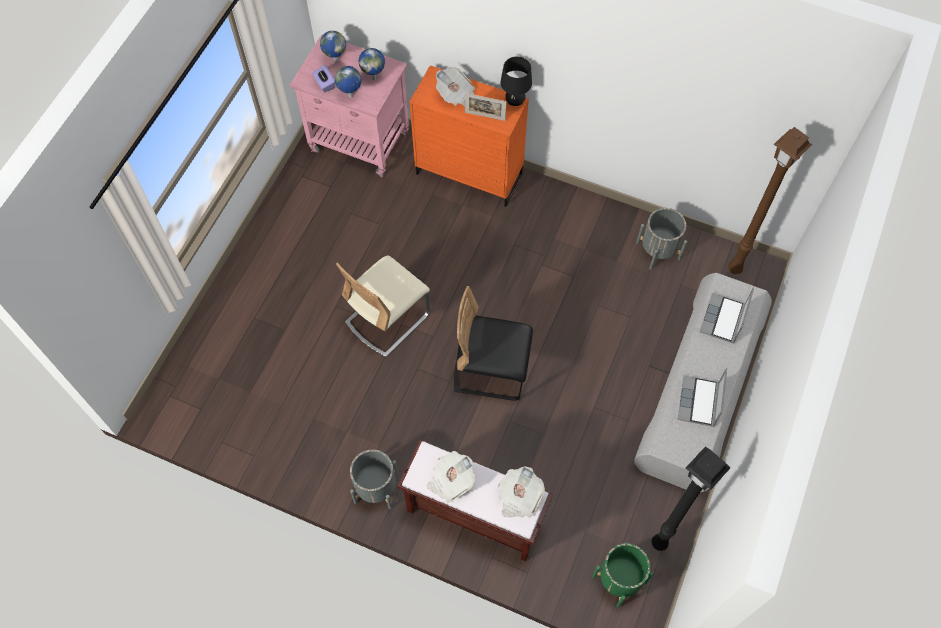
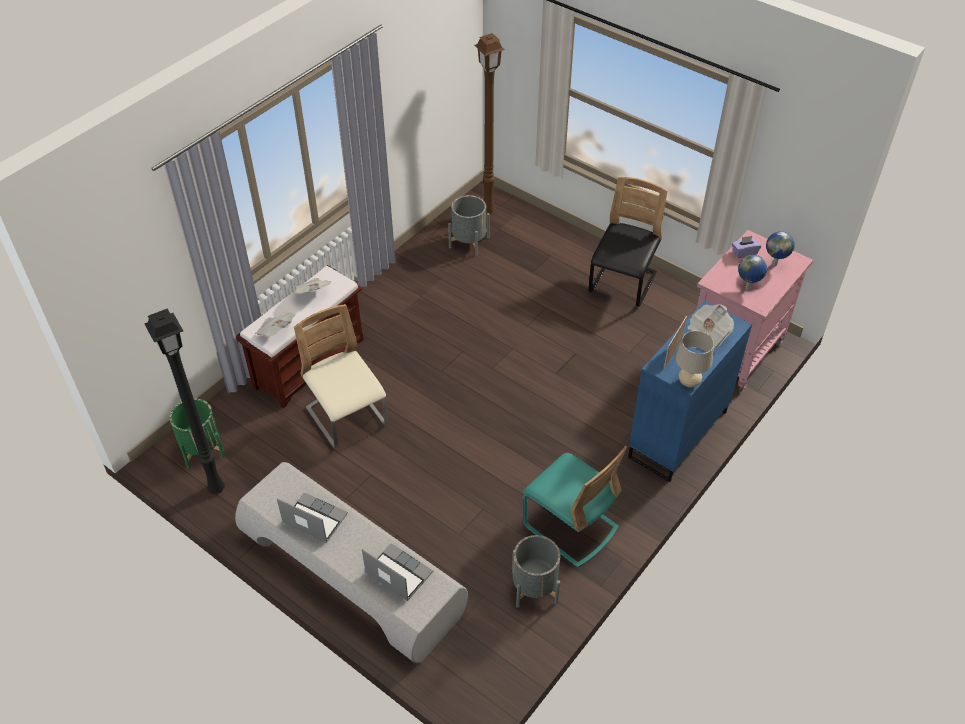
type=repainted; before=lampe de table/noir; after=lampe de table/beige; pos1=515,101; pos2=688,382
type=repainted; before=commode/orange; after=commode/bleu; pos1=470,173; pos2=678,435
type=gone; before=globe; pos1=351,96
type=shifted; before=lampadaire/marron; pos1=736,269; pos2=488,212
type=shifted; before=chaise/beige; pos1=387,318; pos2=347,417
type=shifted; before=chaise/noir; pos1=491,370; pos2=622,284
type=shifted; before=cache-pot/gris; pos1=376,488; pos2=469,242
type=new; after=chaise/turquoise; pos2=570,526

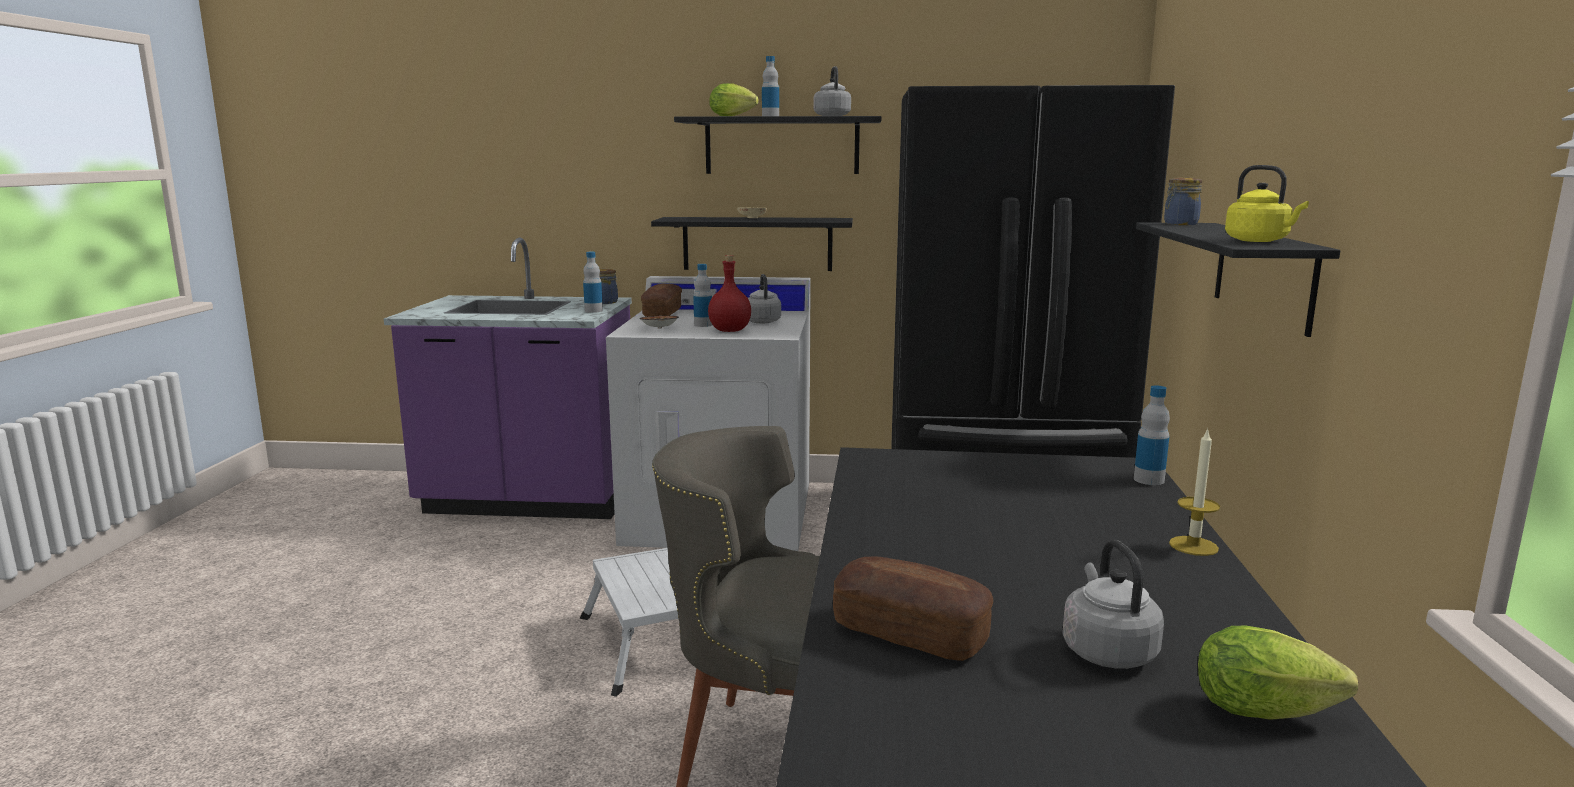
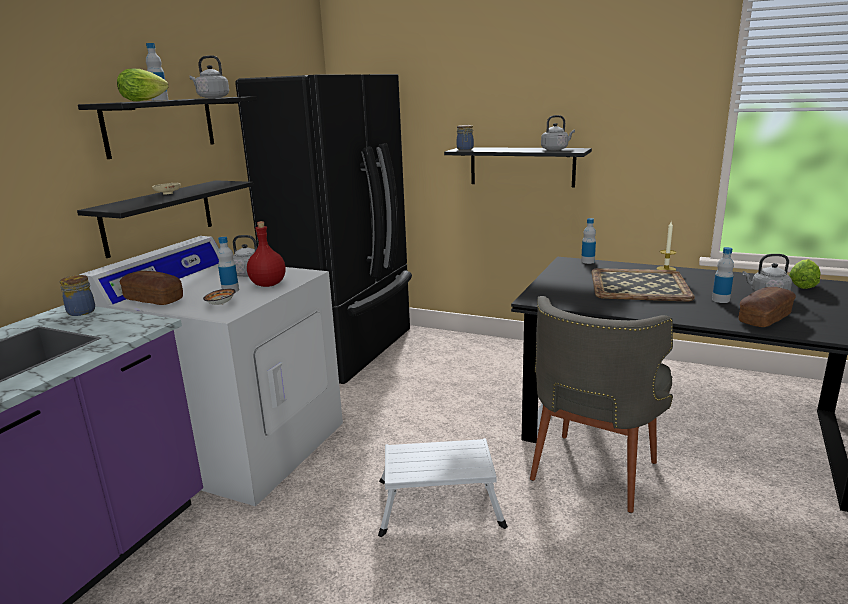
type=repainted; before=bouilloire/jaune; after=bouilloire/gris; pos1=1259,241; pos2=555,149
type=shifted; before=bouteille; pos1=593,311; pos2=720,300
type=new; after=plateau; pos2=638,285

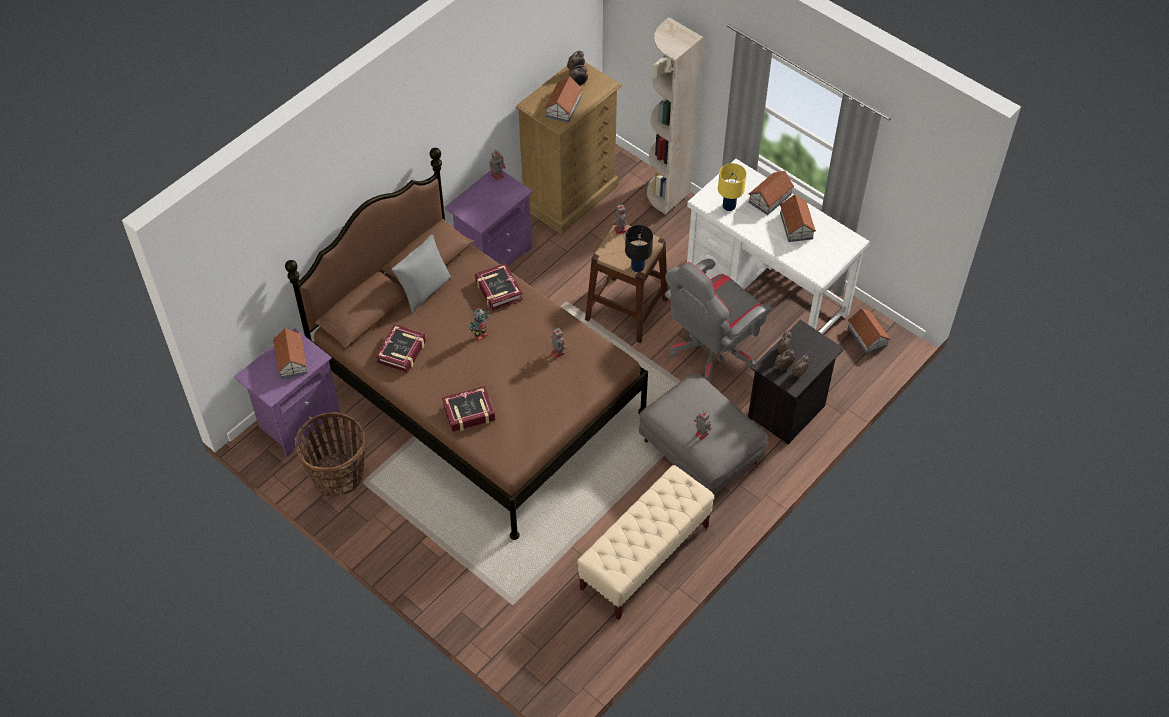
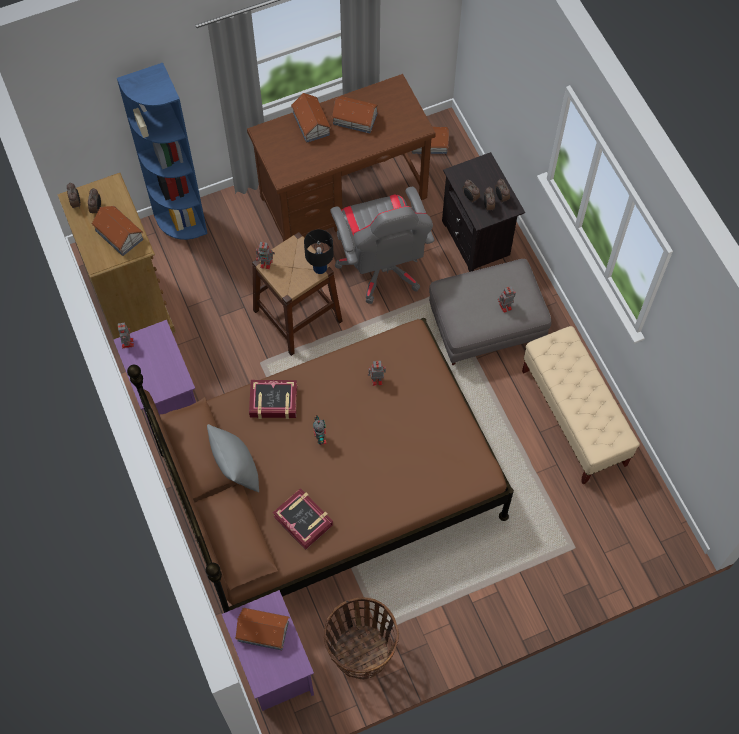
type=repainted; before=bibliothèque/beige; after=bibliothèque/bleu; pos1=664,197; pos2=182,226
type=repainted; before=bureau/blanc; after=bureau/marron; pos1=767,294; pos2=343,196
type=gone; before=lampe de table/jaune; pos1=728,207
type=gone; before=livre; pos1=469,412

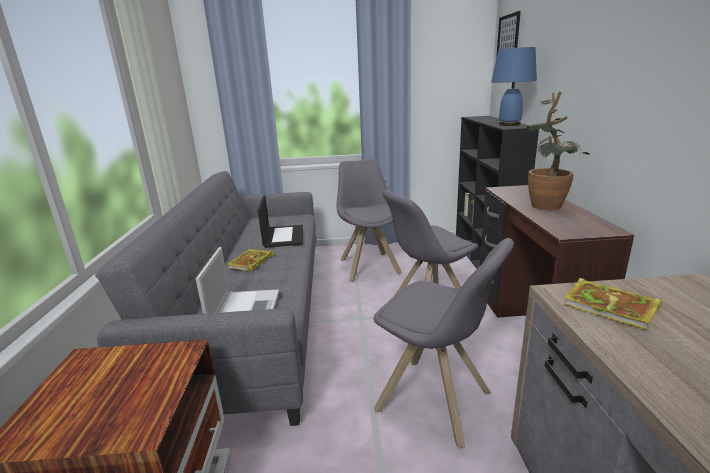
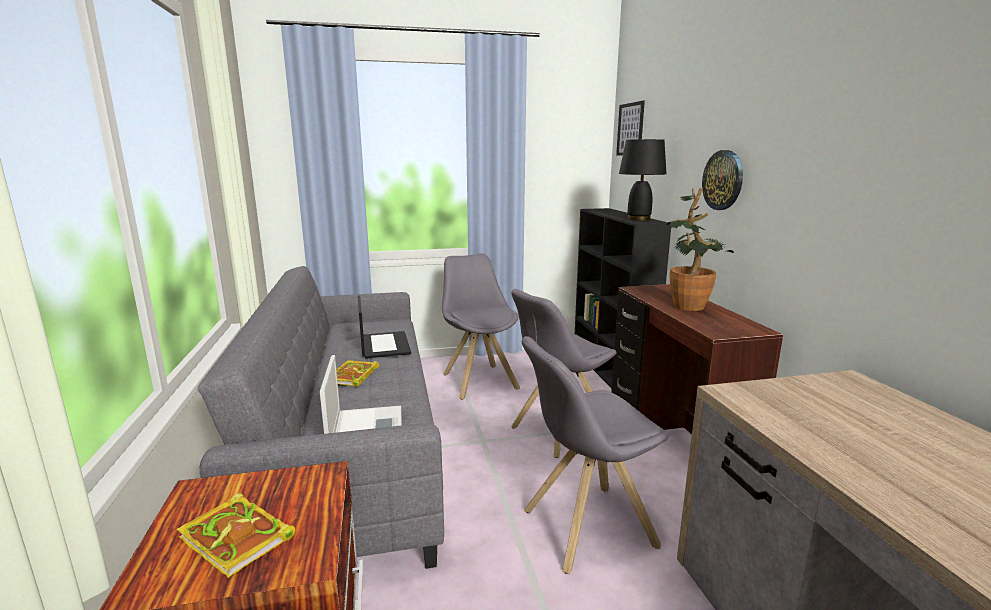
type=repainted; before=lampe de table/bleu; after=lampe de table/noir; pos1=509,124; pos2=639,219
type=rotated; before=chaise/gris; pos1=434,400; pos2=587,527; turn=135
type=shifted; before=livre; pos1=612,307; pos2=239,538
type=new; after=horloge murale; pos2=723,180

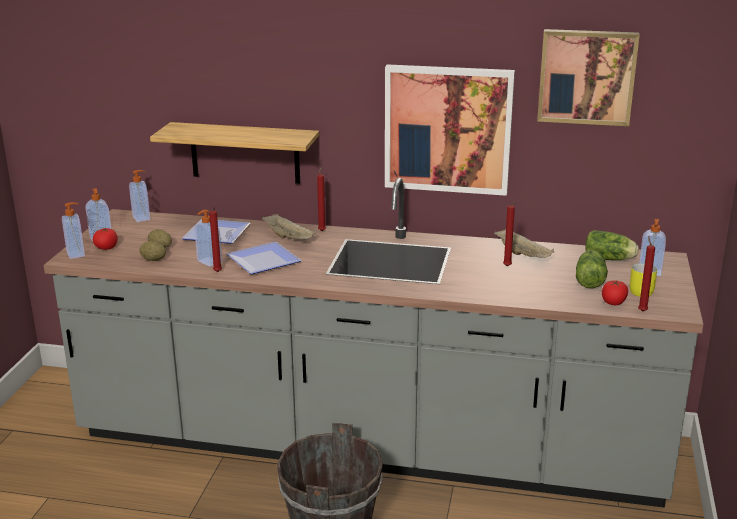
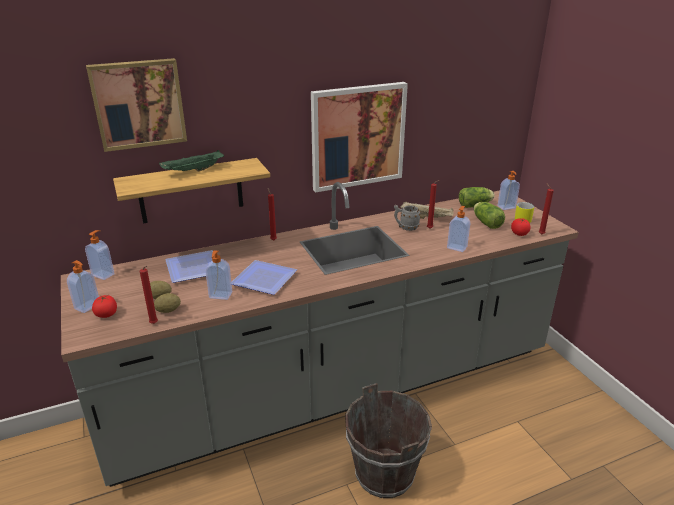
type=shifted; before=tableau; pos1=586,76; pos2=138,104
type=shifted; before=distributeur de savon; pos1=76,254; pos2=457,247
type=shifted; before=bougie/rouge; pos1=218,272; pos2=155,324
type=gone; before=plateau/beige; pos1=289,238
type=new; after=plateau/vert; pos2=193,171
type=new; after=mug/gris; pos2=405,227

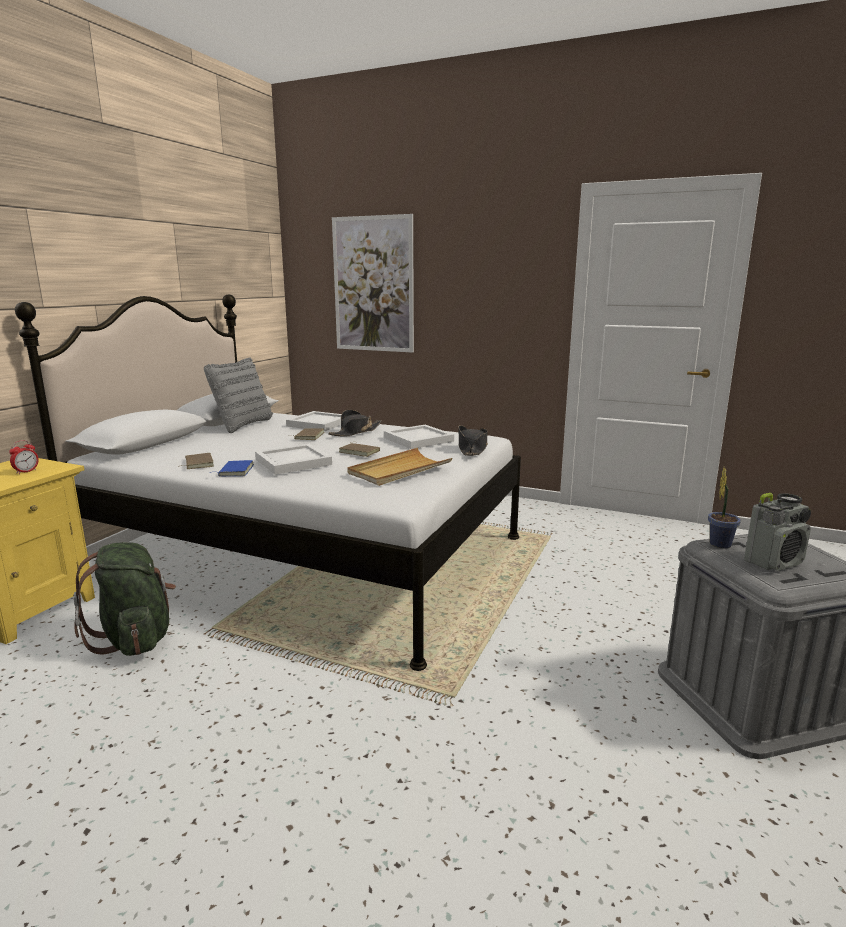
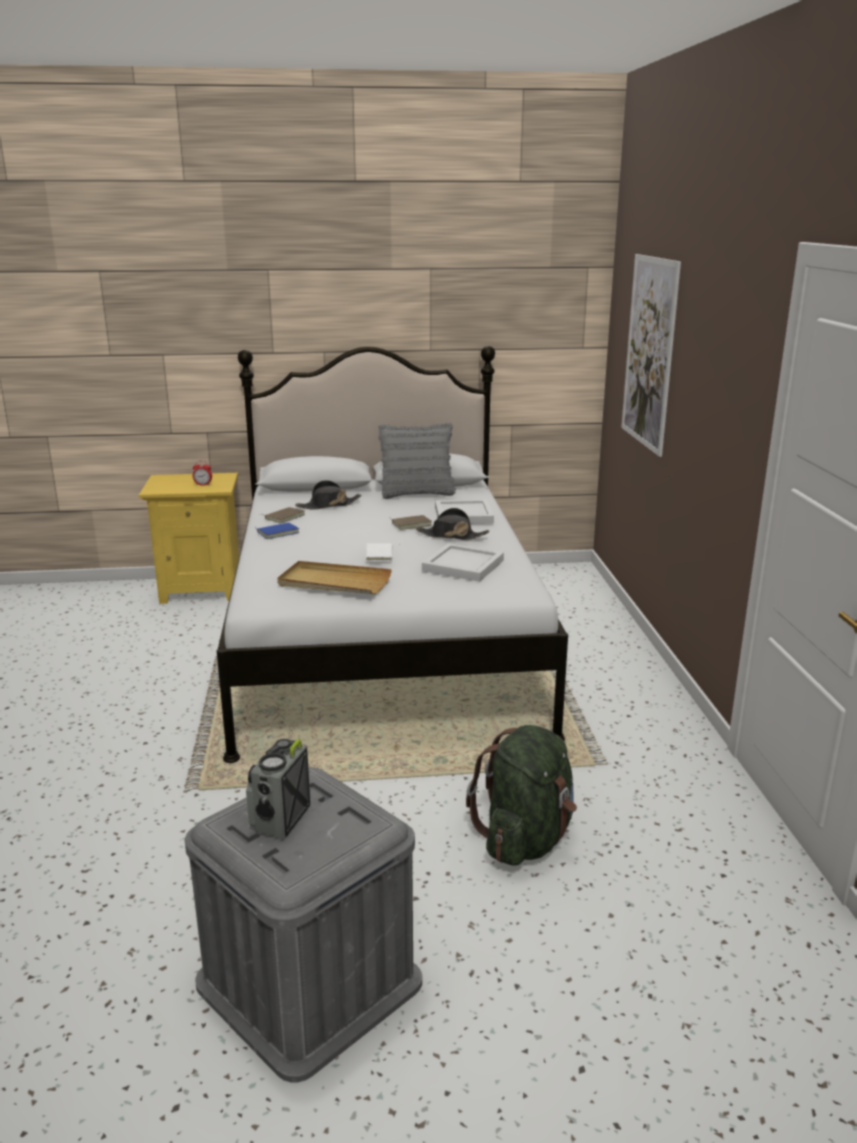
type=shifted; before=chapeau/noir; pos1=472,449; pos2=328,505
type=repainted; before=livre/marron; after=livre/blanc; pos1=360,451; pos2=380,555
type=gone; before=plateau/blanc; pos1=294,462
type=gone; before=plante en pot; pos1=720,543
type=rotated; before=radio; pos1=774,562; pos2=280,819; turn=75
type=shifted; before=sac à dos/vert; pos1=135,638; pos2=525,839

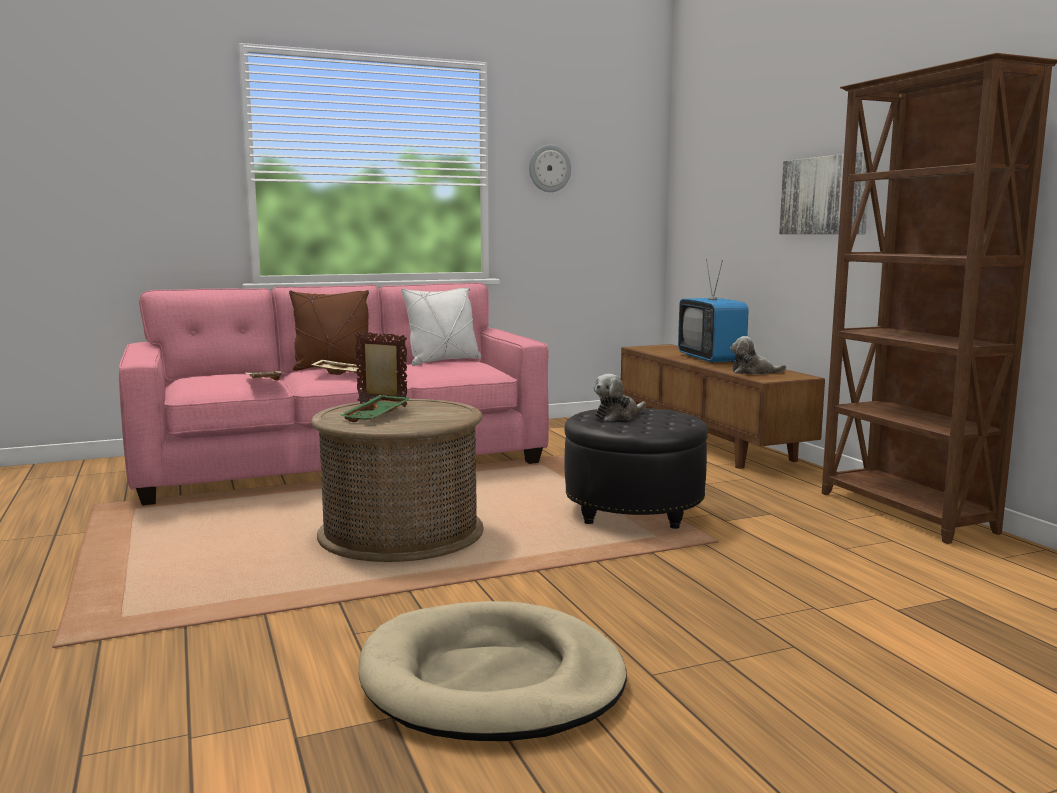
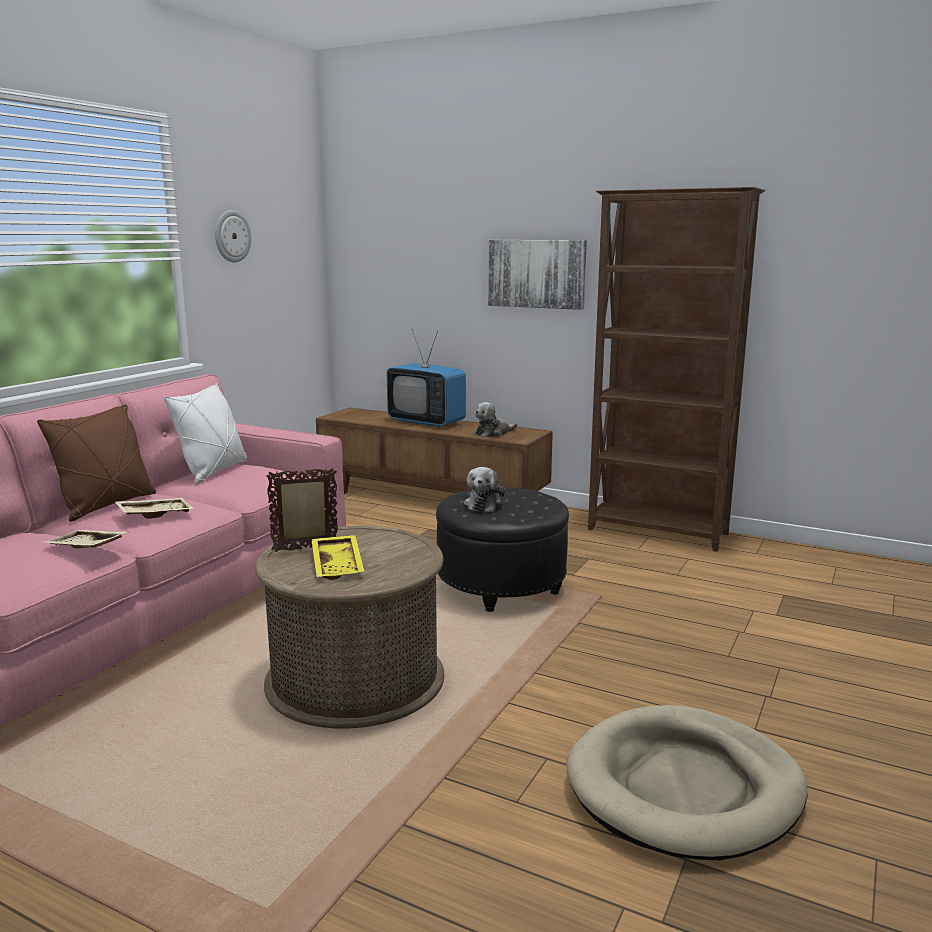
type=repainted; before=plateau/vert; after=plateau/jaune; pos1=377,417; pos2=339,565

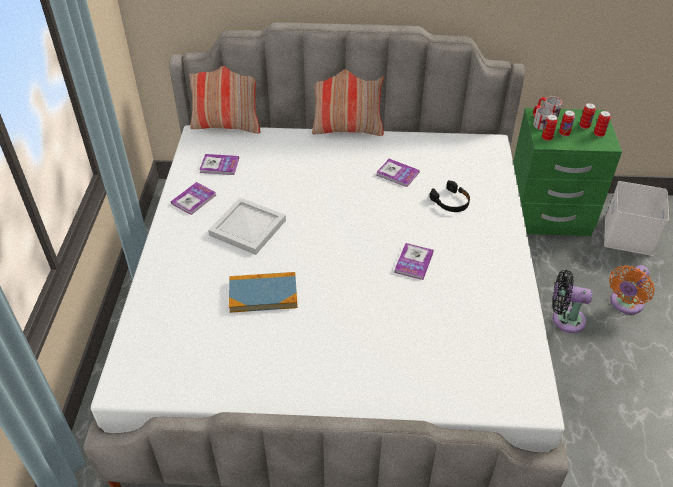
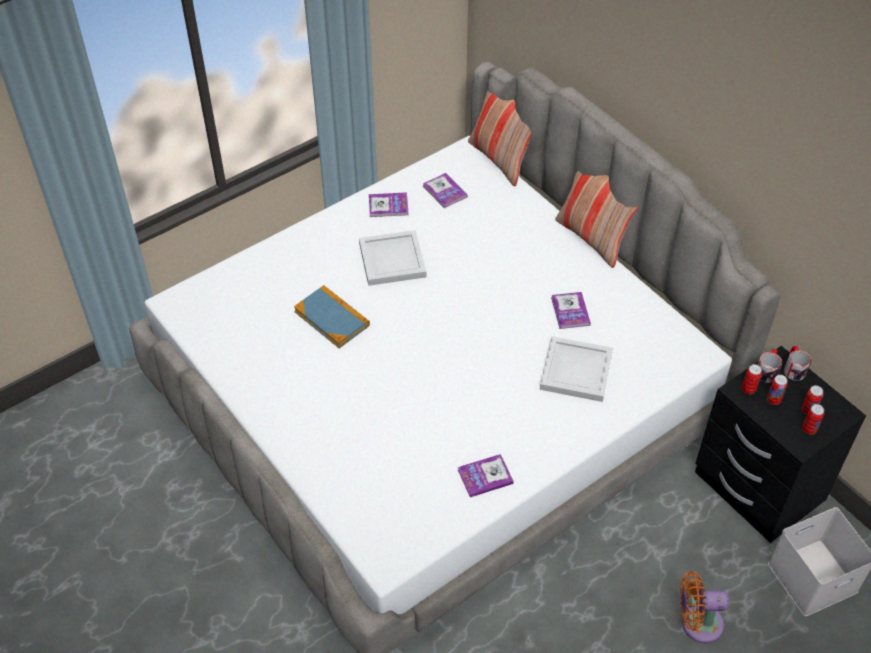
type=repainted; before=table de chevet/vert; after=table de chevet/noir; pos1=547,215; pos2=758,487
type=swapped; before=casque audio/noir; after=plateau/blanc; pos1=451,202; pos2=575,371
type=shifted; before=livre; pos1=414,262; pos2=485,476
type=gone; before=ventilateur/noir; pos1=564,319

